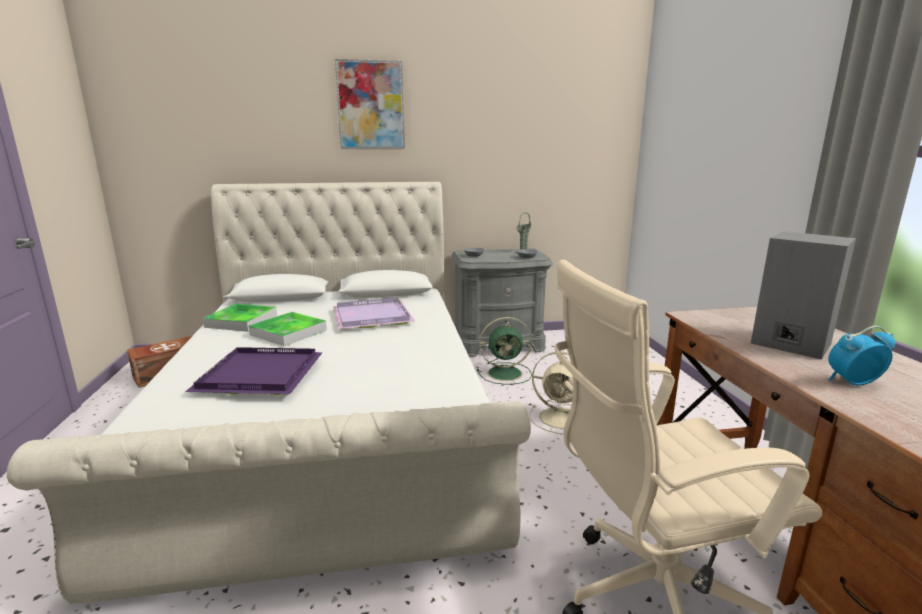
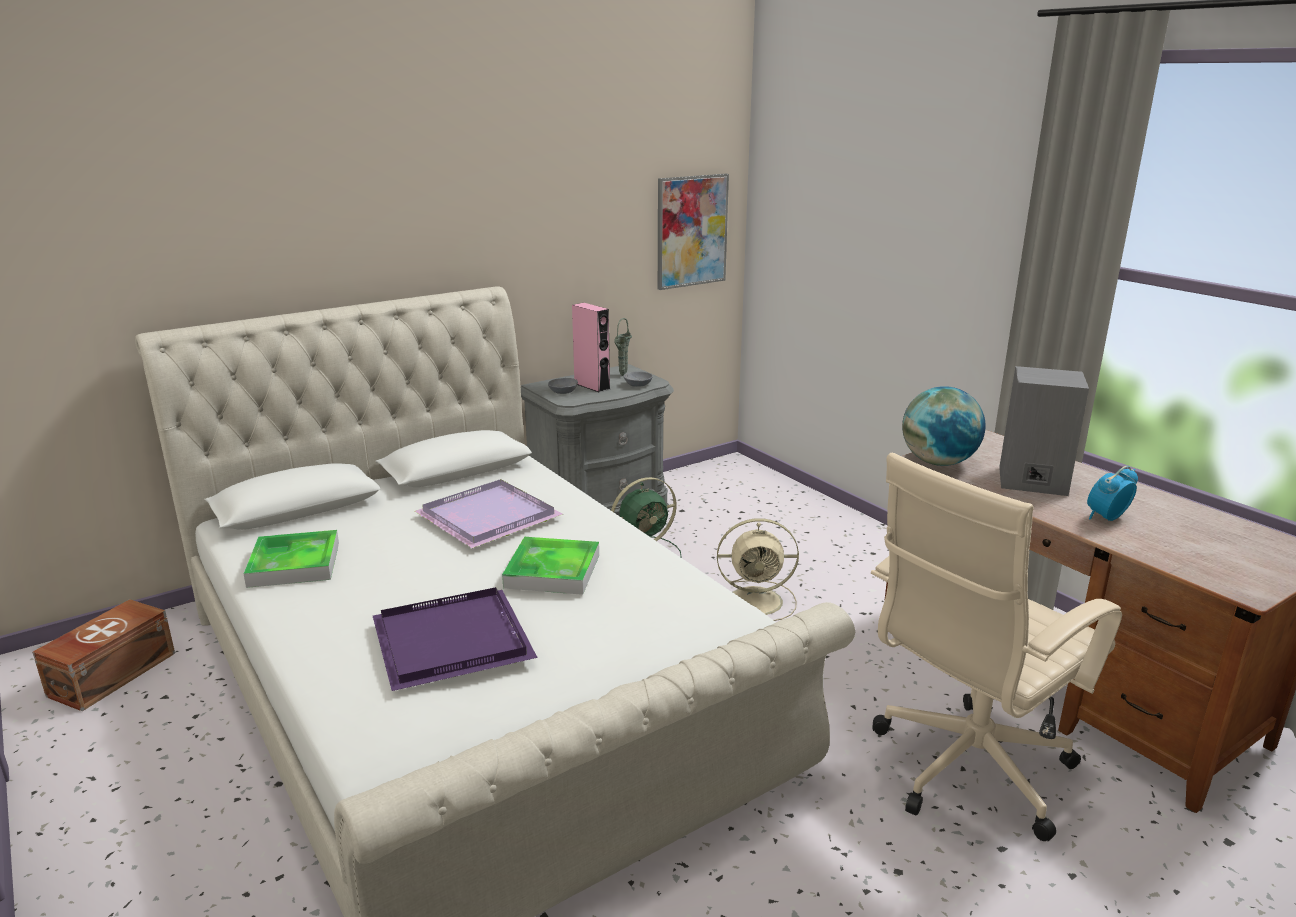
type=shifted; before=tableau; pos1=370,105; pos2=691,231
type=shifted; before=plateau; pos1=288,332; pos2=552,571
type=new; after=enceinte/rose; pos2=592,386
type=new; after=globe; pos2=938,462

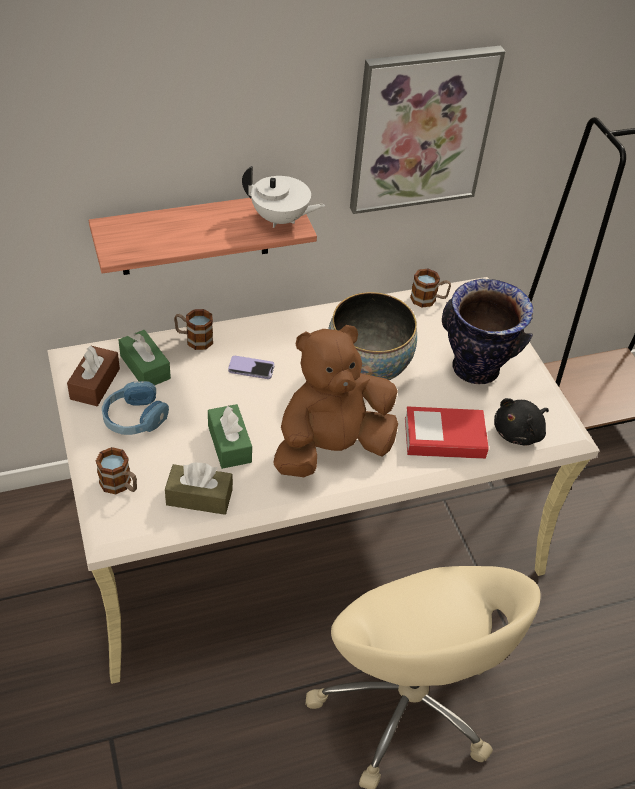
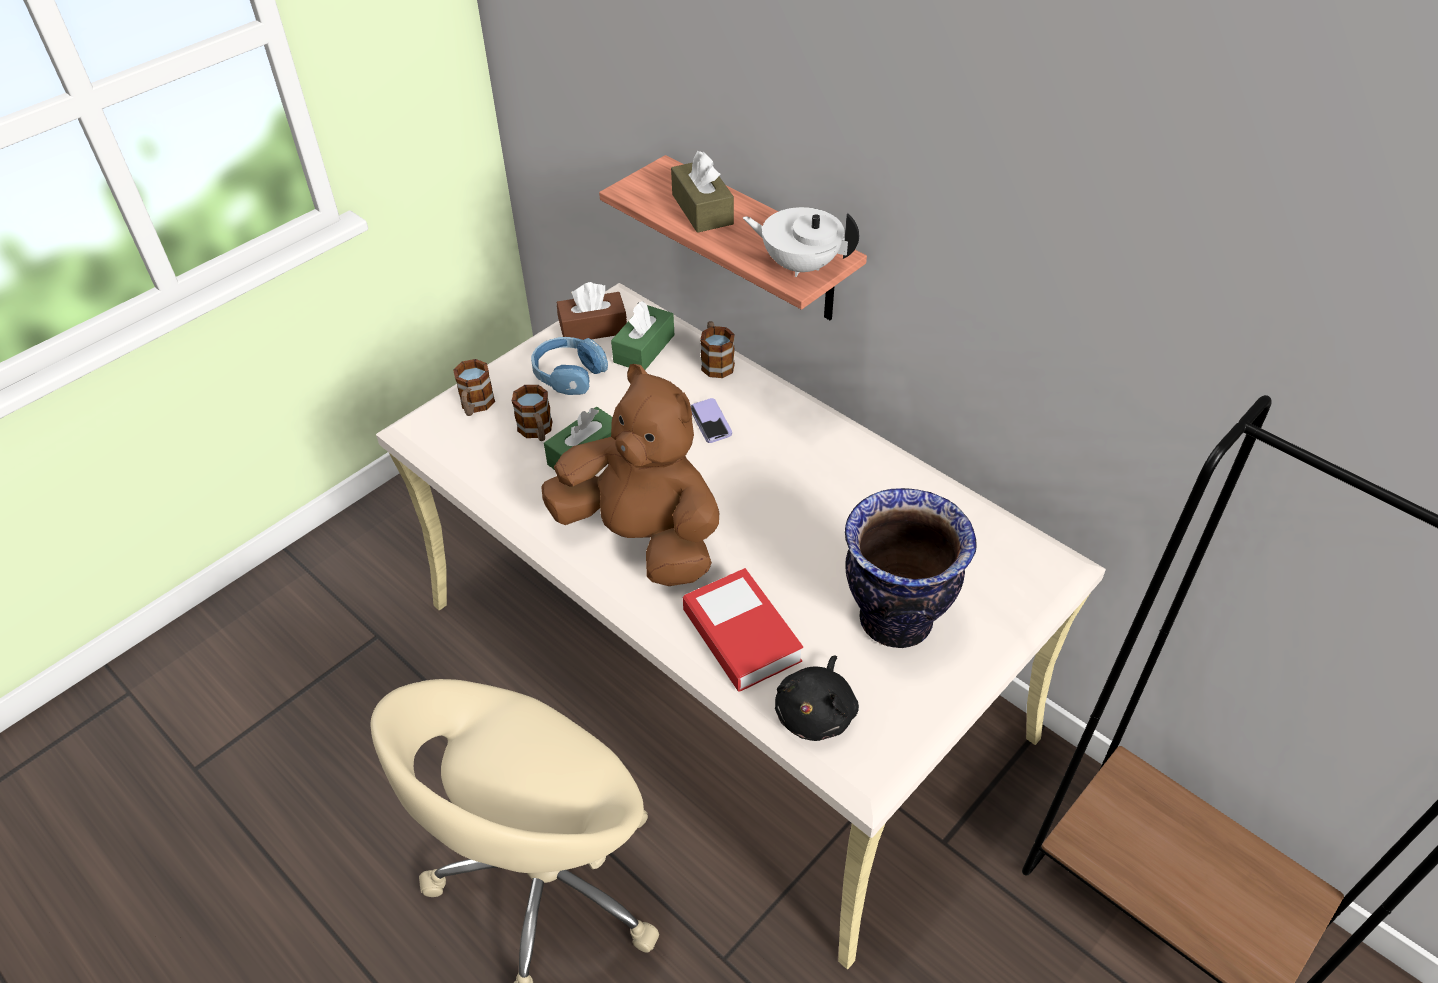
type=gone; before=tableau; pos1=421,130
type=rotated; before=théière/blanc; pos1=280,219; pos2=800,265; turn=120
type=shifted; before=mug; pos1=428,299; pos2=537,431
type=gone; before=bol; pos1=367,370
type=rotated; before=peluche/noir; pos1=519,433; pos2=816,713; turn=-90
type=shifted; before=boîte à mouchoirs/marron; pos1=199,497; pos2=702,209

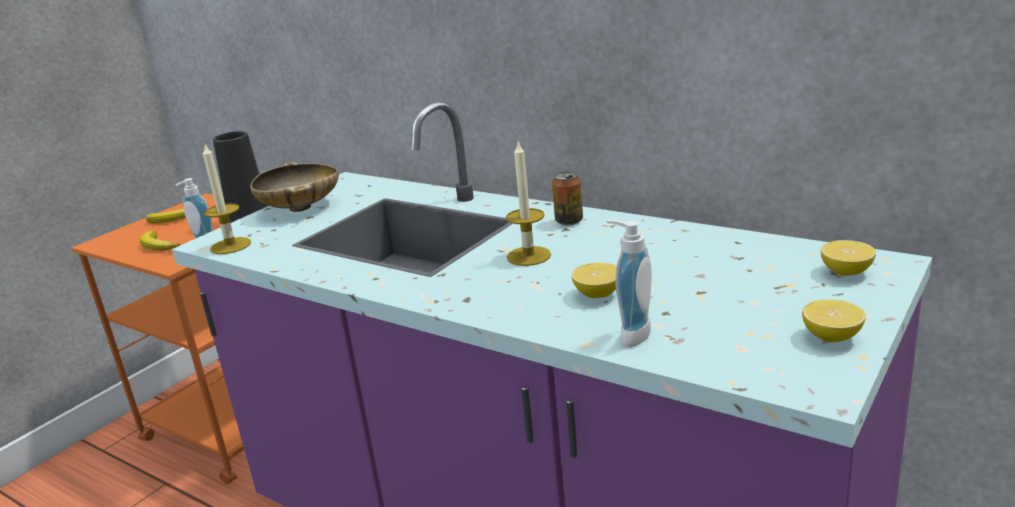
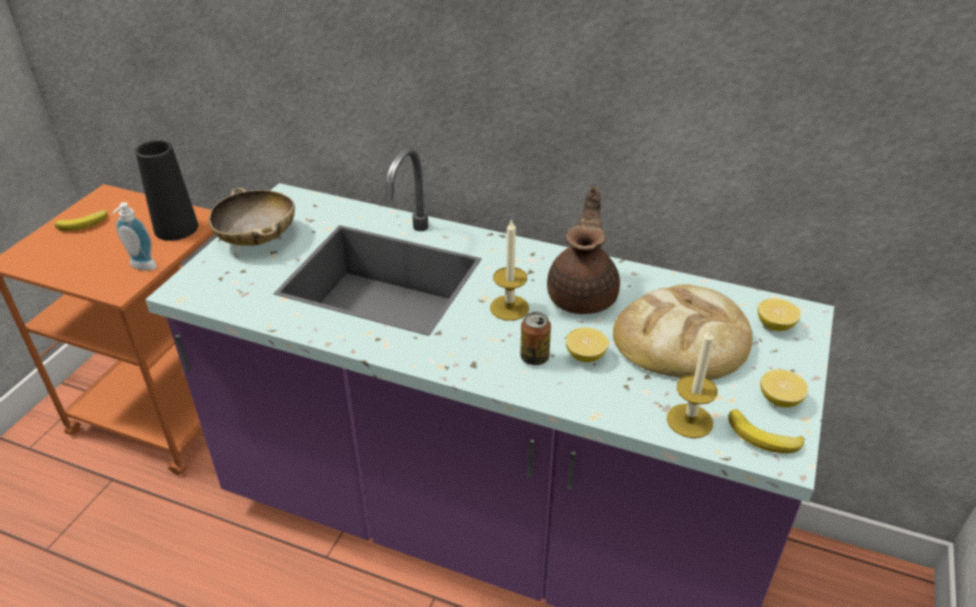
type=shifted; before=bougie; pos1=230,246; pos2=689,421
type=shifted; before=boîte métallique; pos1=569,221; pos2=534,357
type=gone; before=distributeur de savon; pos1=630,334
type=shifted; before=banane; pos1=158,246; pos2=763,438
type=new; after=théière/marron; pos2=583,295
type=new; after=pain; pos2=682,339

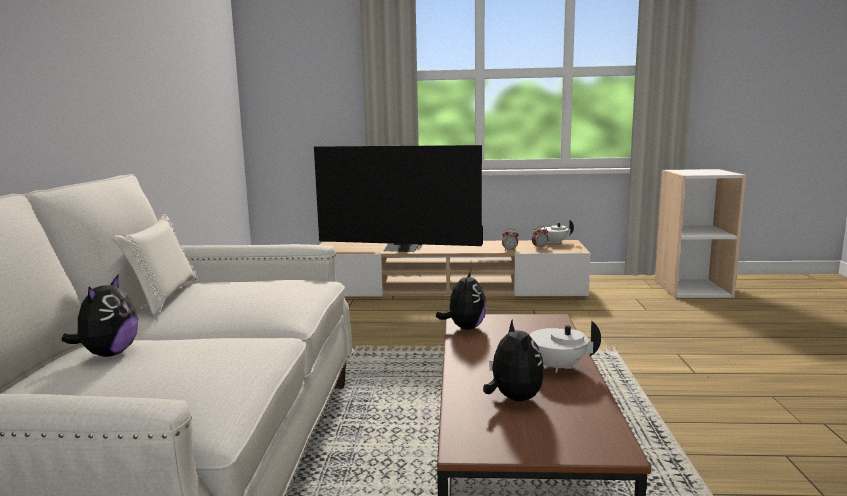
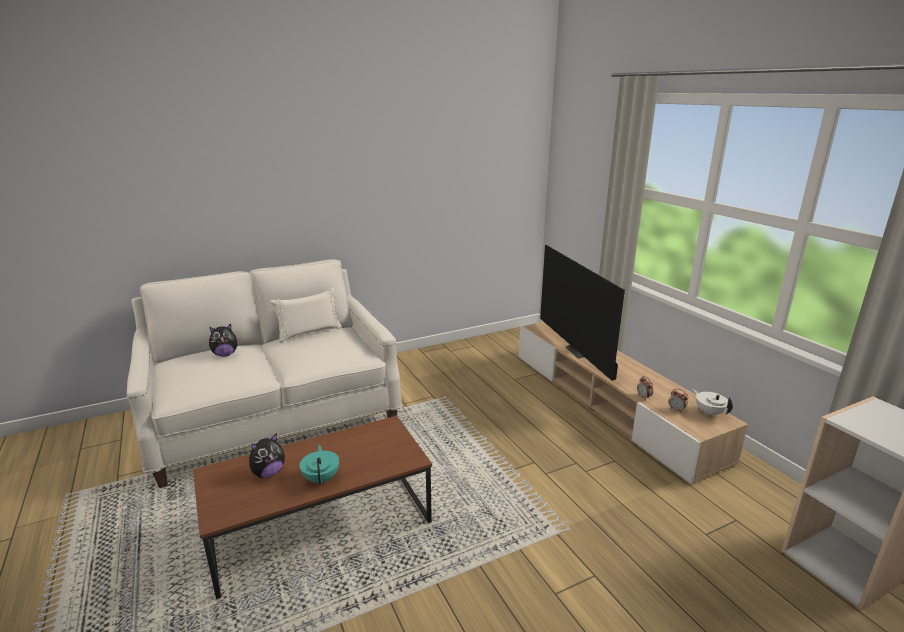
type=gone; before=peluche; pos1=464,328
type=repainted; before=théière/blanc; after=théière/turquoise; pos1=556,366; pos2=321,478

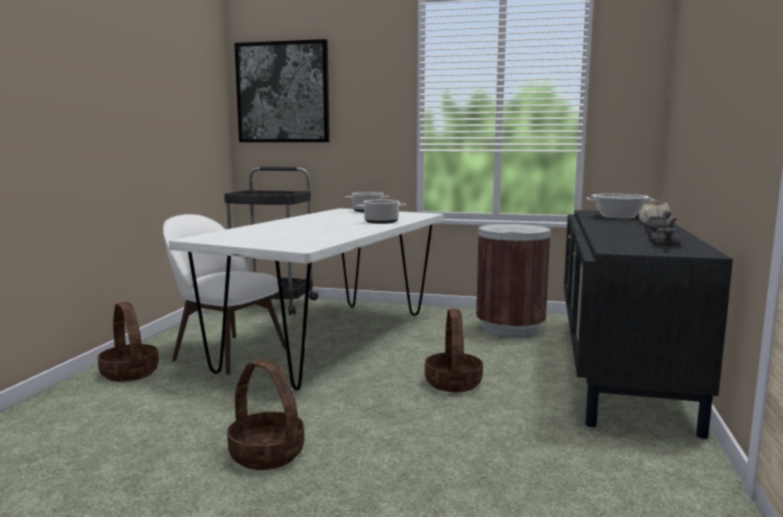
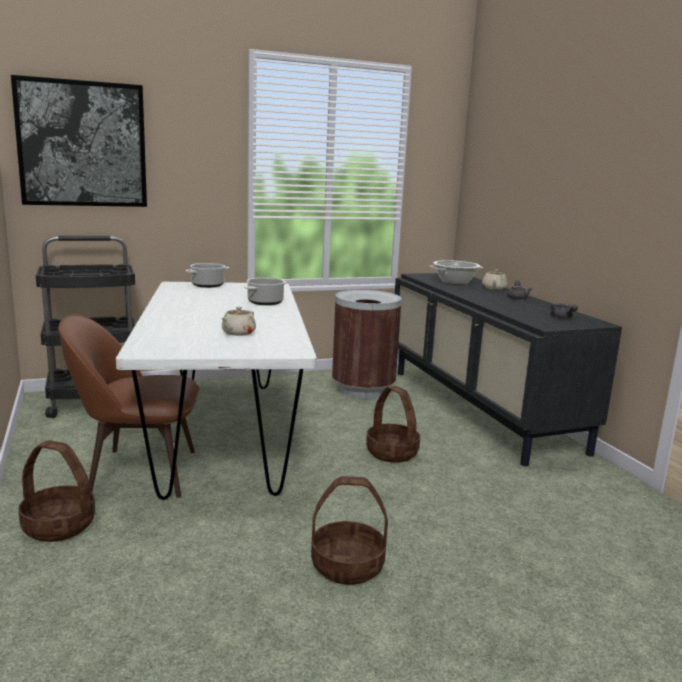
type=repainted; before=chaise/blanc; after=chaise/marron; pos1=227,353; pos2=138,472
type=new; after=théière/beige; pos2=238,333

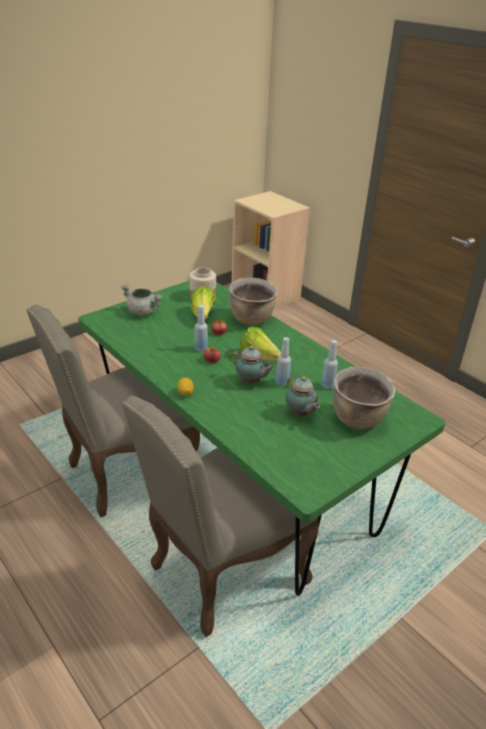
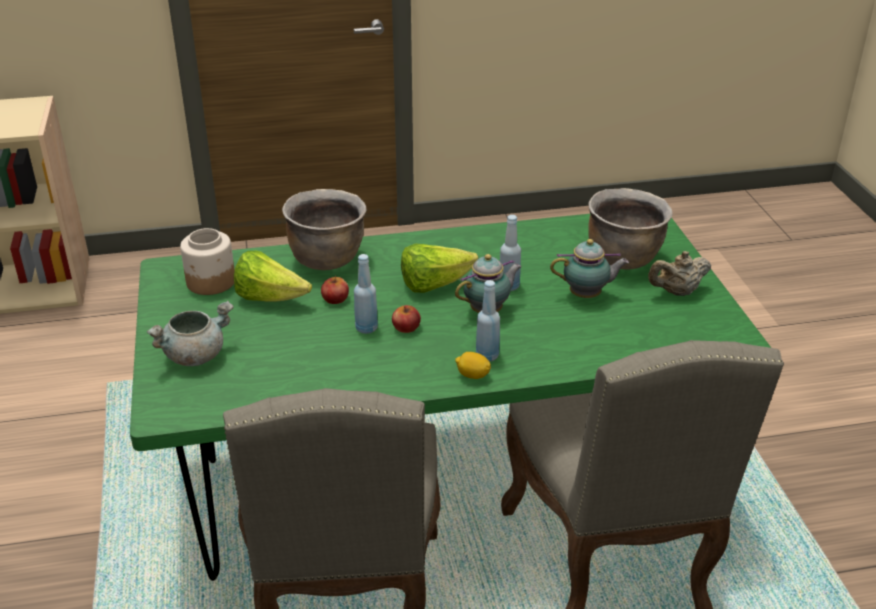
type=shifted; before=bouteille/bleu; pos1=327,385; pos2=487,356
type=new; after=théière/beige; pos2=677,292

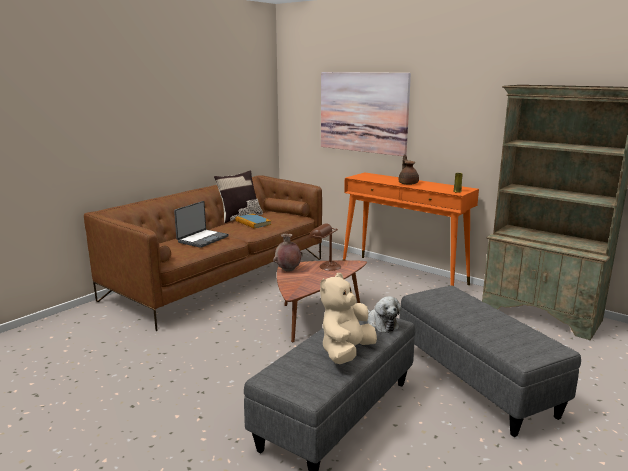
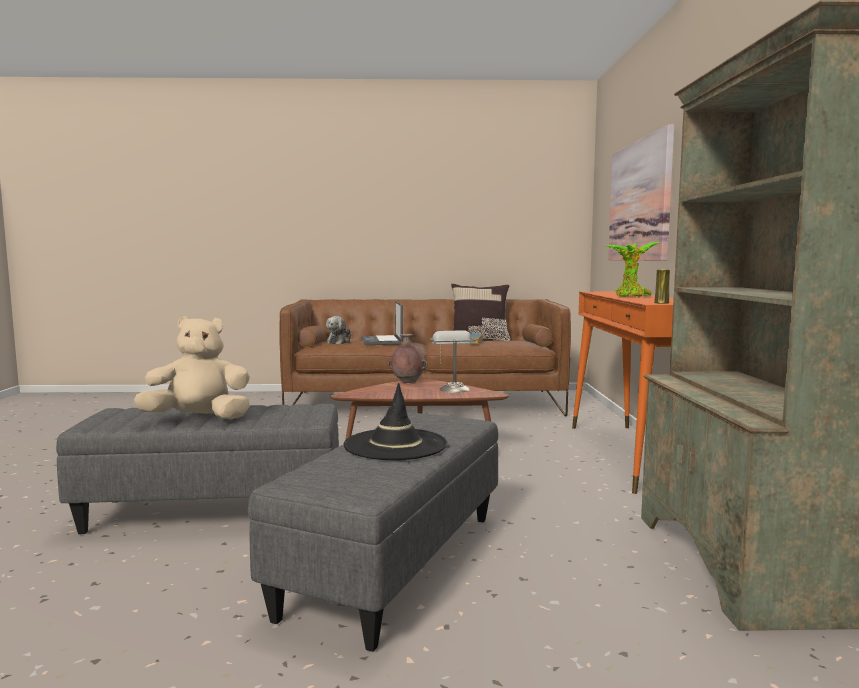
type=swapped; before=théière/marron; after=plante en pot; pos1=408,183; pos2=631,297
type=rotated; before=ordinateur portable; pos1=202,239; pos2=382,341; turn=90
type=repainted; before=lampe de table/marron; after=lampe de table/blanc; pos1=325,266; pos2=452,388
type=shifted; before=peluche; pos1=380,324; pos2=339,342
type=new; after=chapeau/noir; pos2=395,445

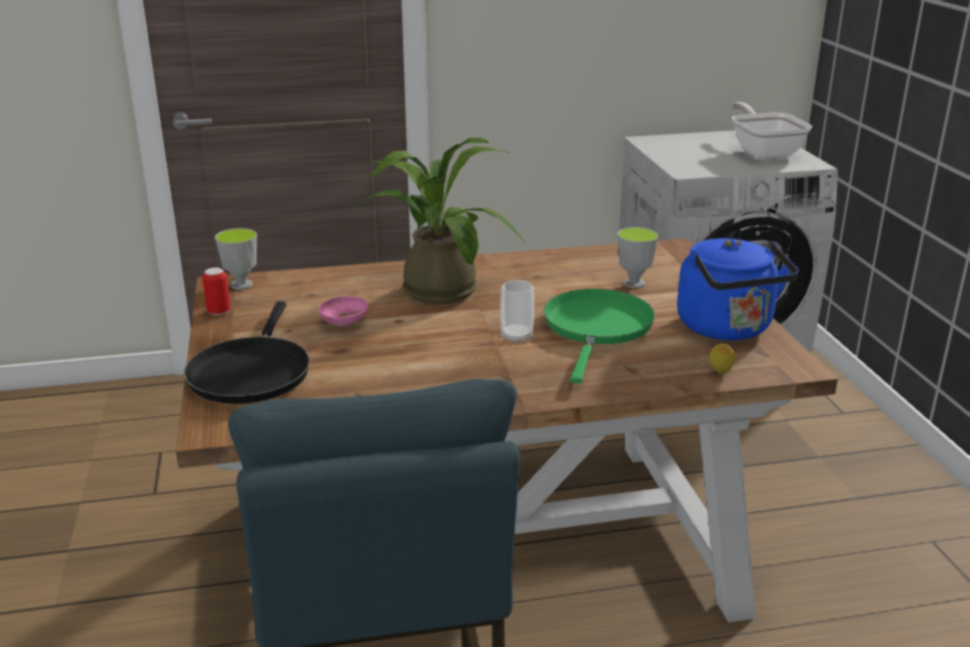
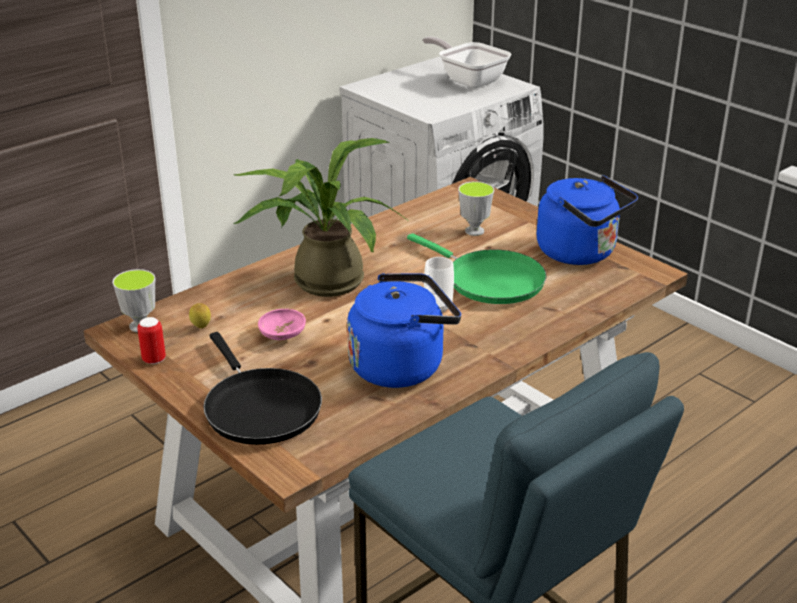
type=rotated; before=poêle/vert; pos1=597,328; pos2=489,280; turn=150
type=shifted; before=citron; pos1=720,373; pos2=201,328
type=new; after=bouilloire/bleu; pos2=401,365

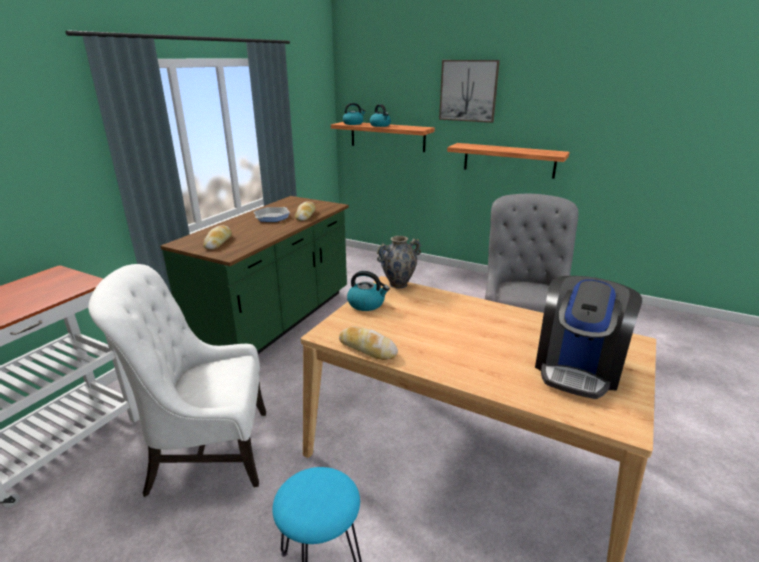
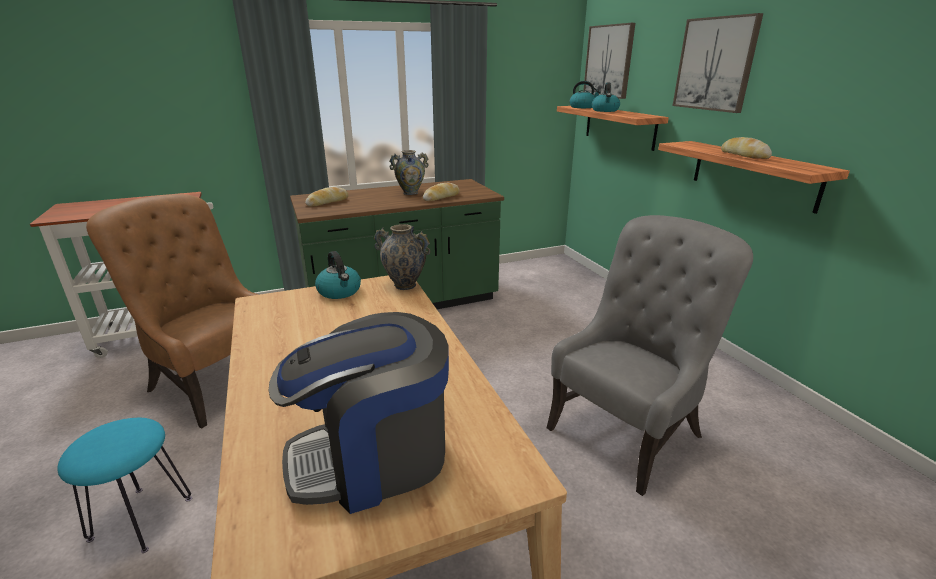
type=swapped; before=poêle; after=vase; pos1=272,217; pos2=410,193
type=repainted; before=chaise/blanc; after=chaise/marron; pos1=208,451; pos2=216,382
type=shifted; before=pain; pos1=367,348; pos2=743,155
type=new; after=tableau; pos2=609,61

